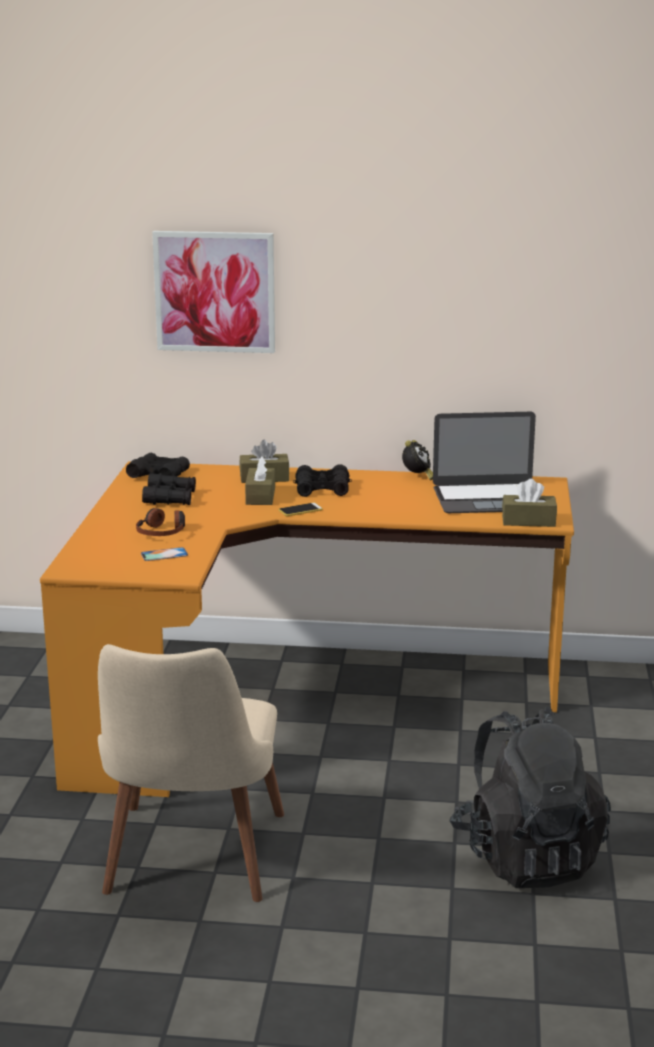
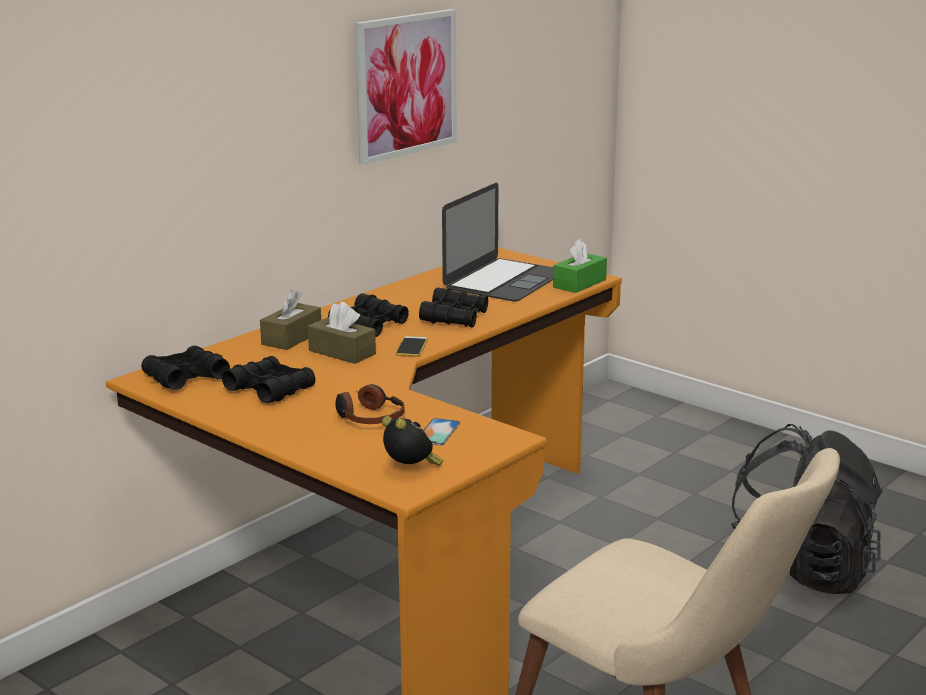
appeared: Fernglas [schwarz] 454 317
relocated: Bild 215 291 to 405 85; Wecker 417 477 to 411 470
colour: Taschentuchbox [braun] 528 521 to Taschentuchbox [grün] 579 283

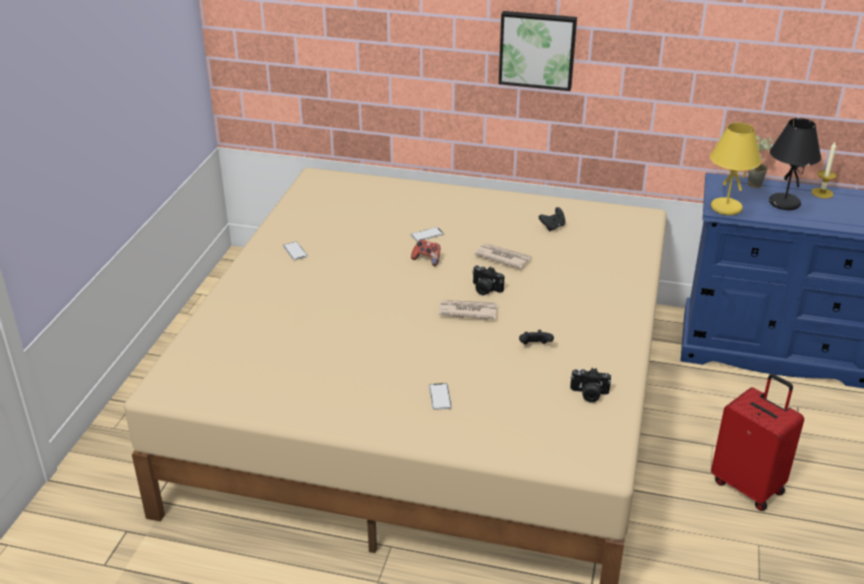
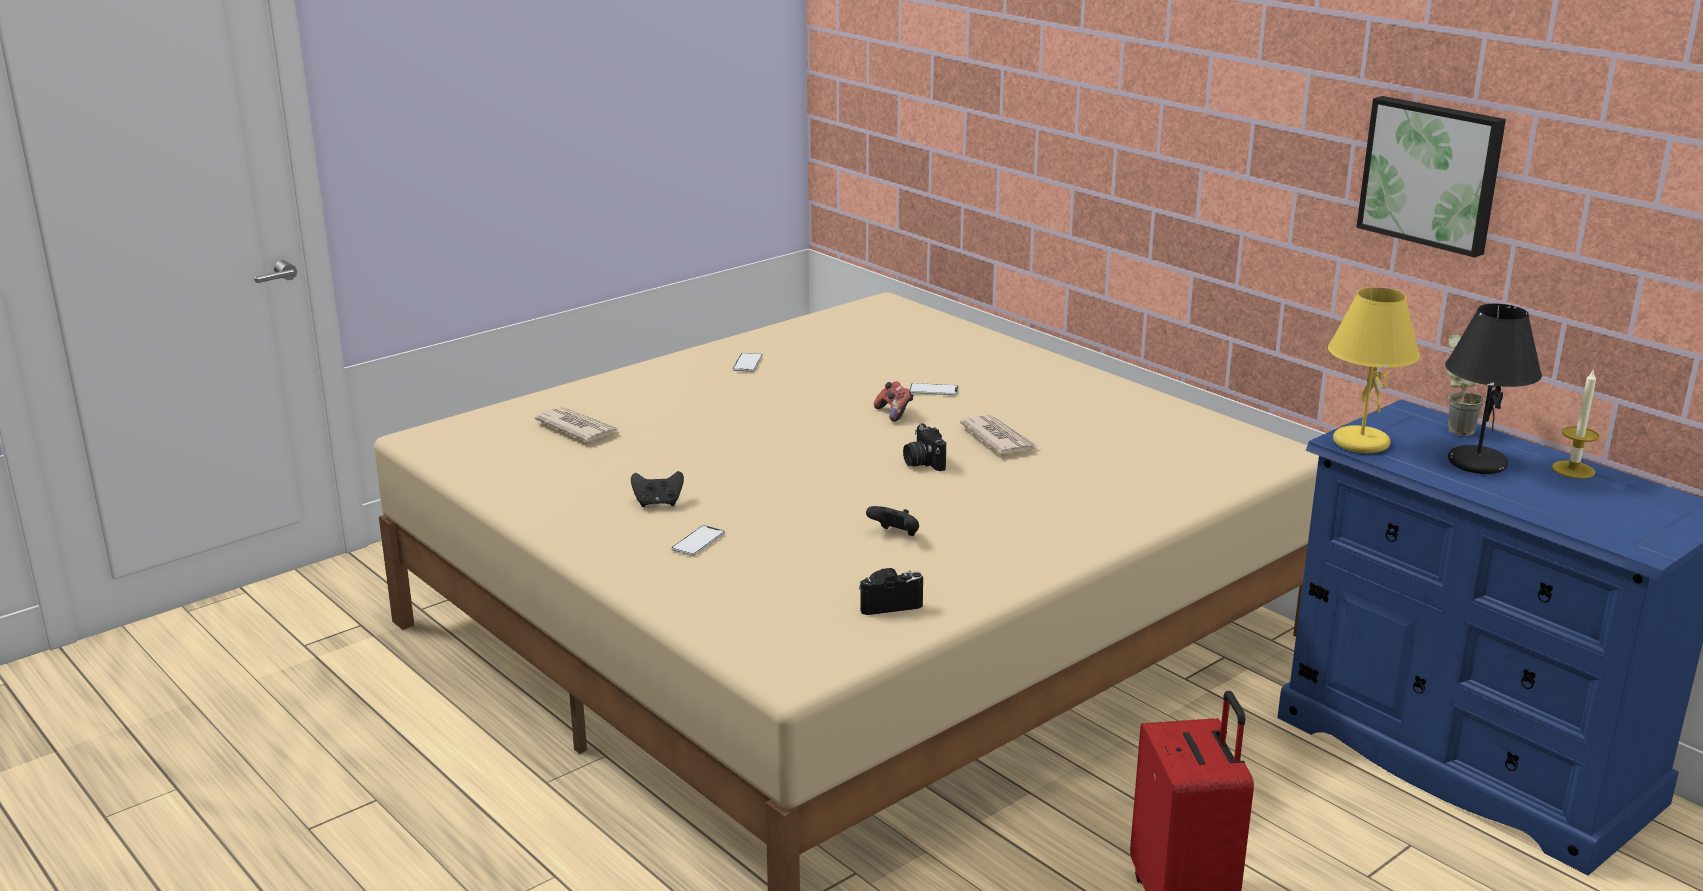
relocated: Zeitung 467 311 to 577 428; Bild 537 49 to 1432 174; Gamepad [schwarz] 553 227 to 658 503
spun: Kamera 589 394 = 888 603 120 degrees clockwise

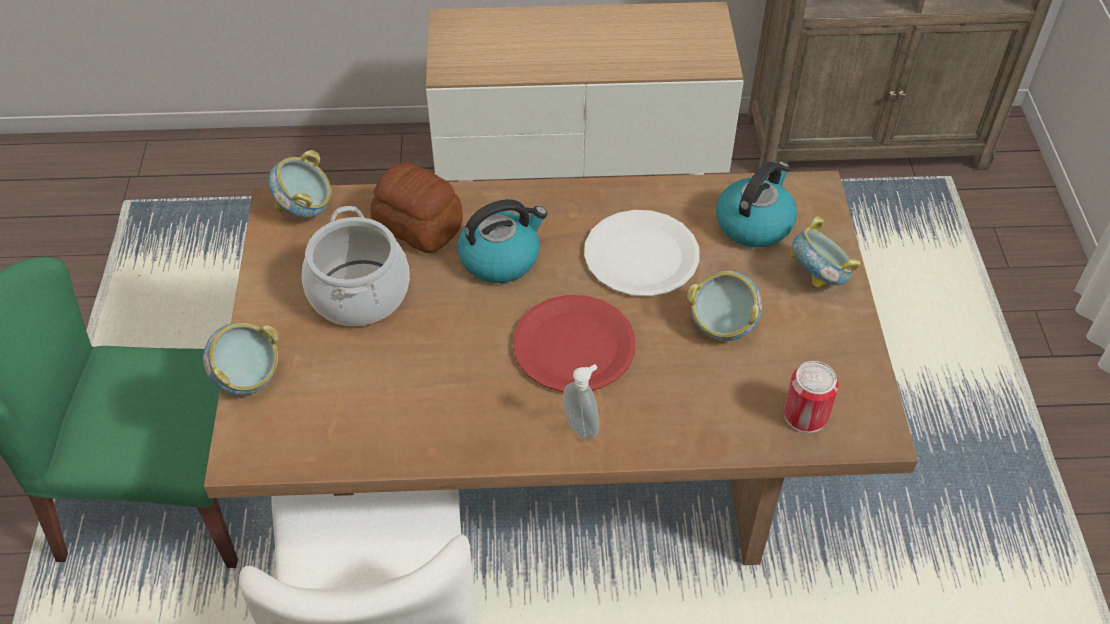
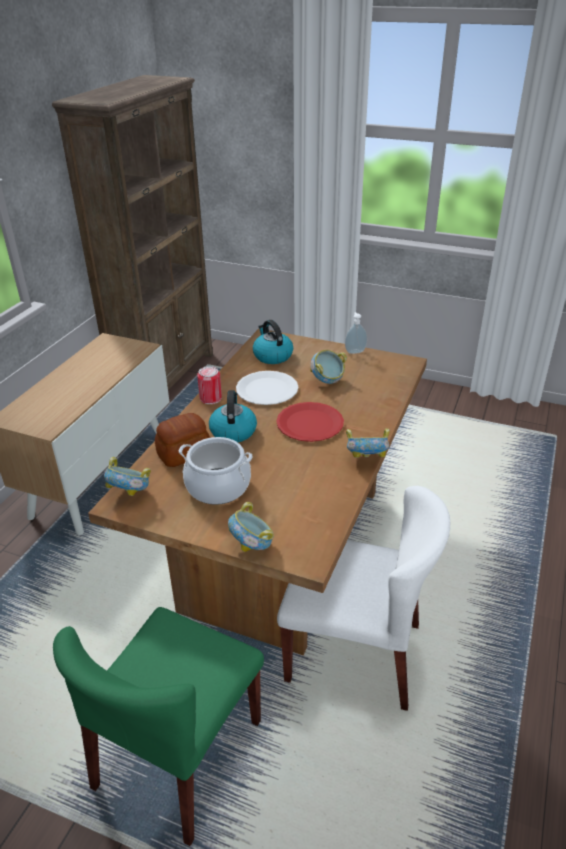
relocated: Seifenspender 582 426 to 355 351; Dose 805 415 to 210 398; Schüssel 818 278 to 367 459

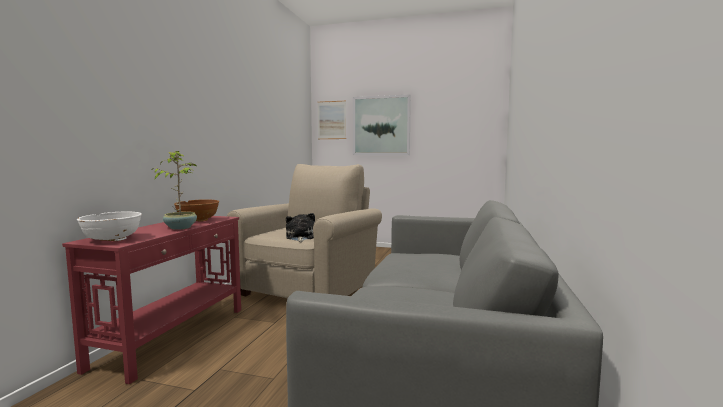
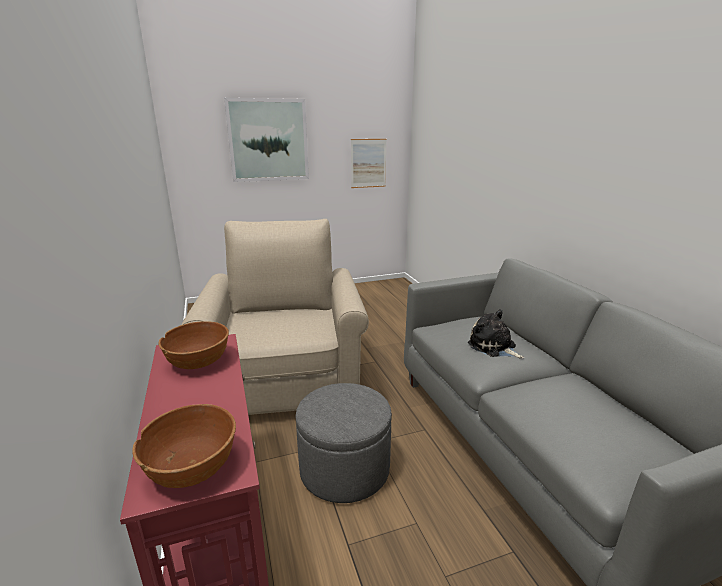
missing: Topfpflanze 180 227
appeared: Polsterhocker [grau] 344 468
relocated: Plüschtier 300 237 to 493 347; Bild 331 120 to 368 163
colour: Schüssel [weiß] 112 239 to Schüssel [braun] 192 468

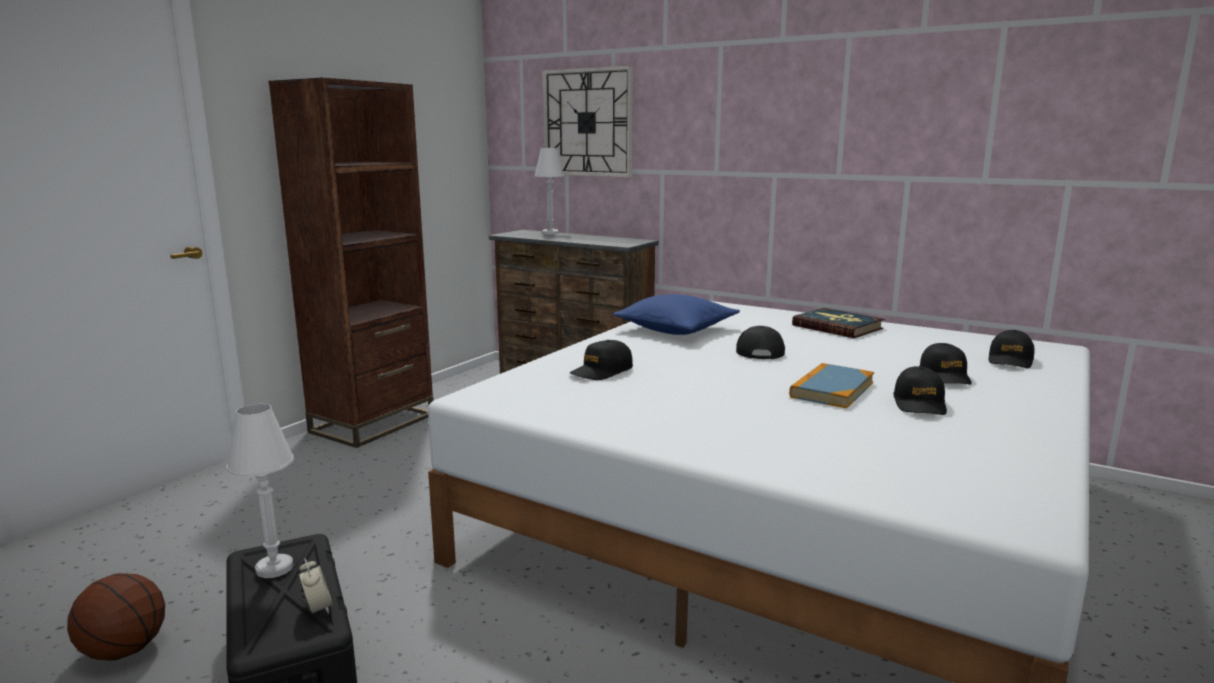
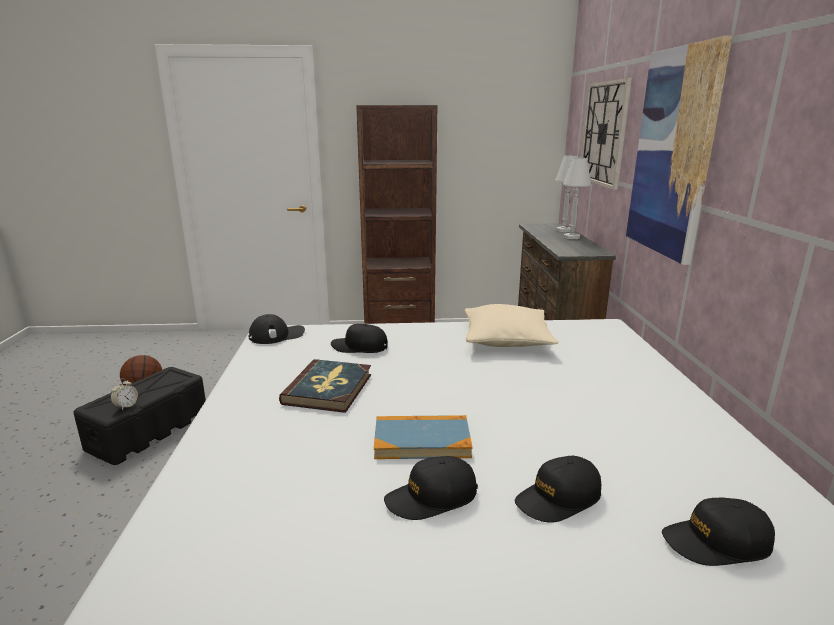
appeared: Bild 673 153
relocated: Tischlampe [weiß] 274 568 to 571 237; Kappe [schwarz] 759 350 to 277 335; Buch 837 327 to 329 389
colour: Kissen [blau] 676 329 to Kissen [beige] 506 339

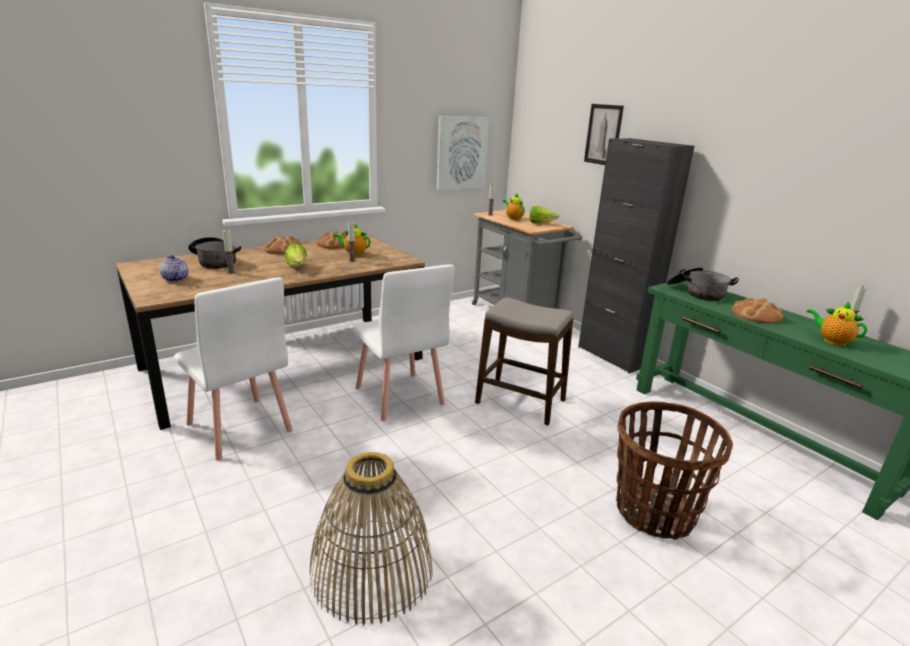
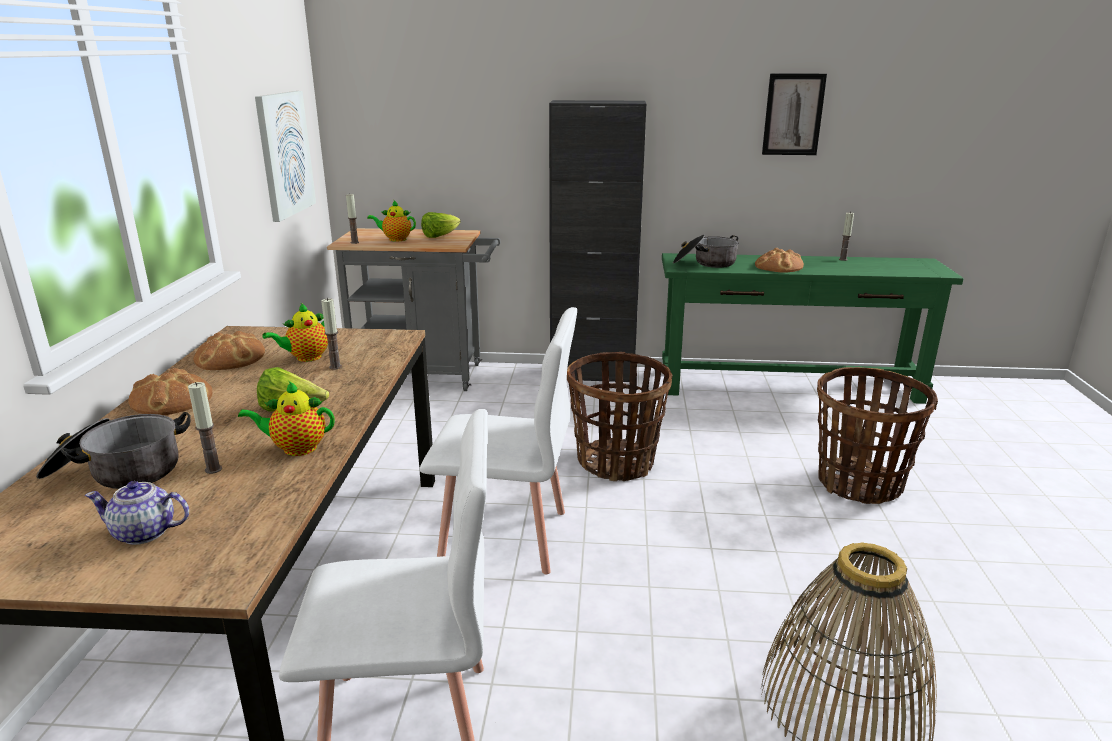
relocated: Bild 603 134 to 793 114; Teekanne 832 341 to 296 448
exchanged: Hocker 520 402 to Korb 616 462

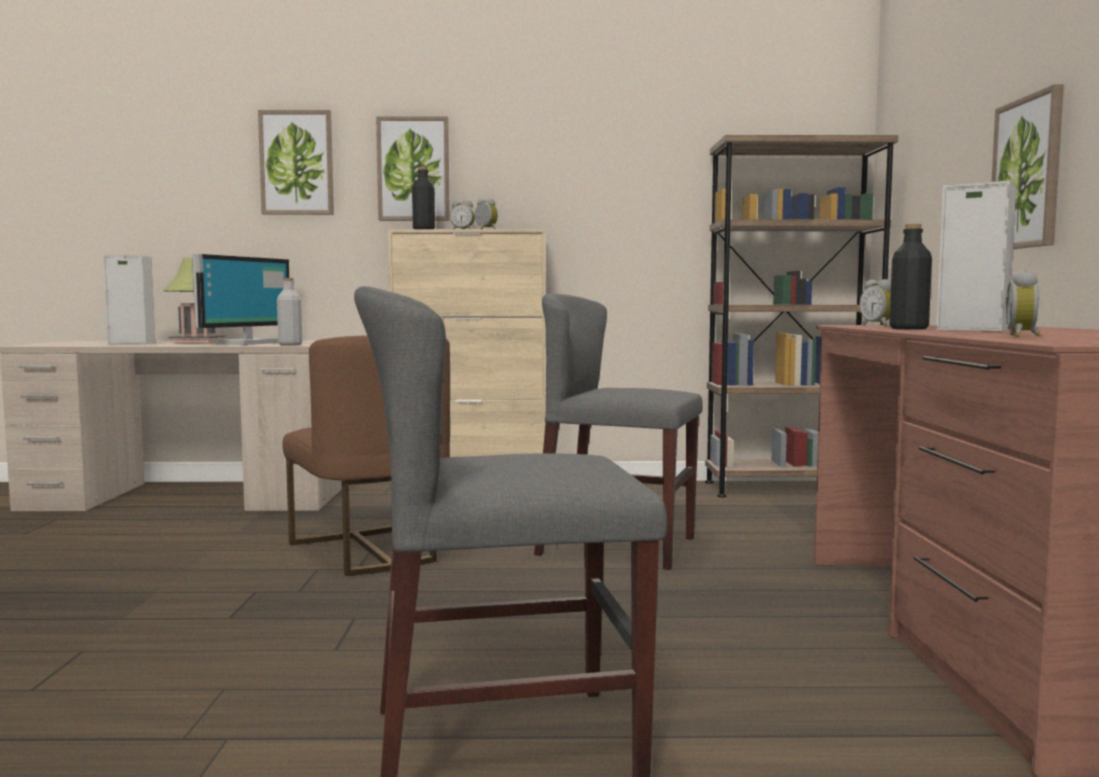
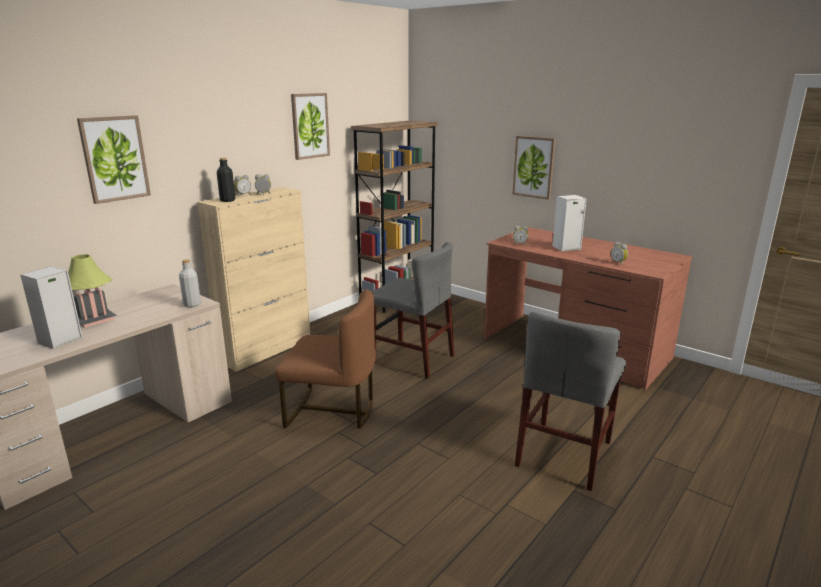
missing: Monitor 246 343; Flasche [schwarz] 908 329
relocated: Bild 413 169 to 310 126
spun: Stuhl [grau] 617 546 = 413 359 120 degrees counterclockwise

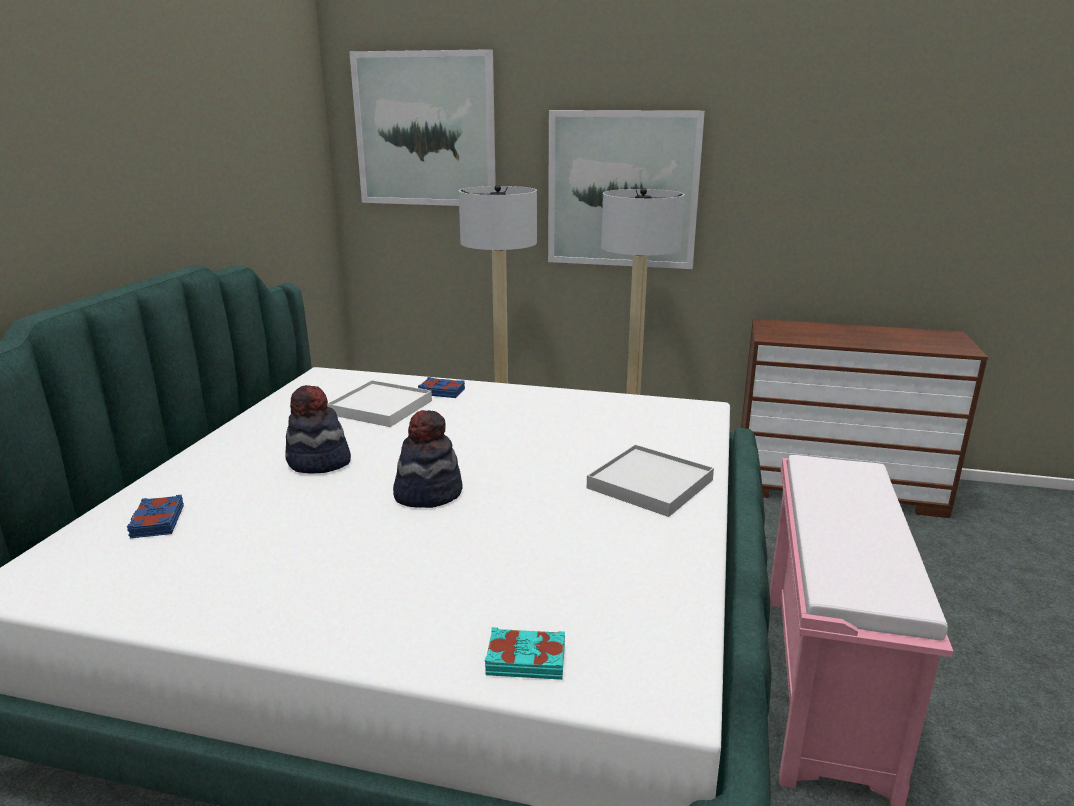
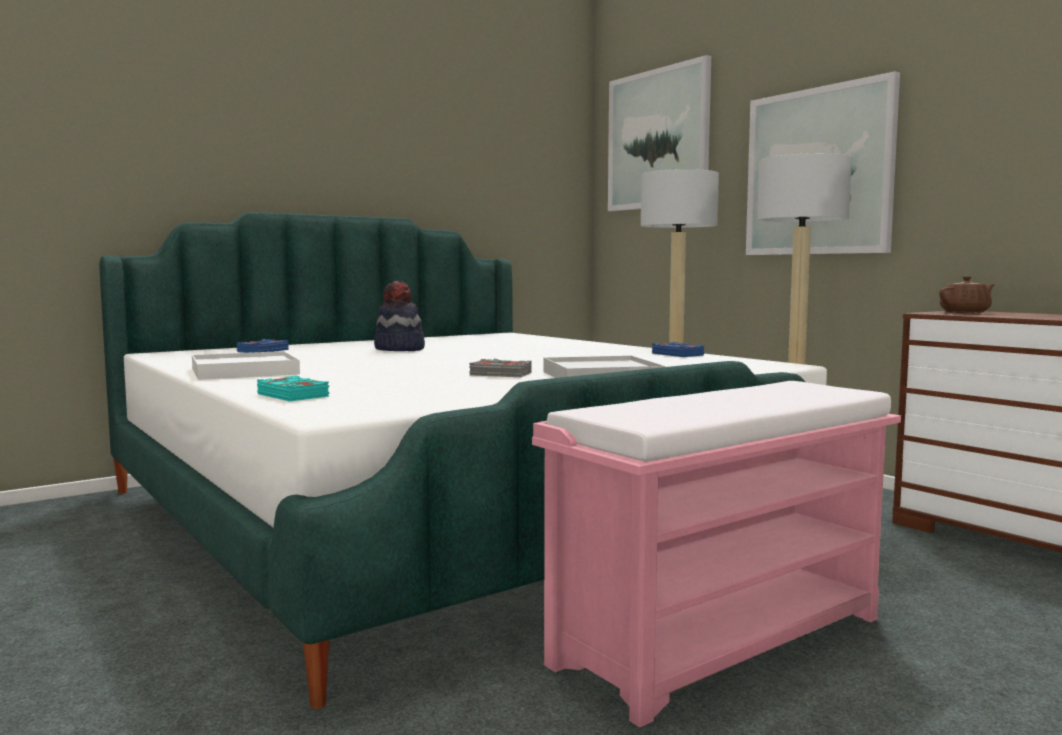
missing: Hut 428 493
appeared: Buch [grau] 500 374; Teekanne [braun] 965 312
relocated: Tablett [weiß] 381 407 to 245 371; Buch [blau] 442 391 to 678 354

